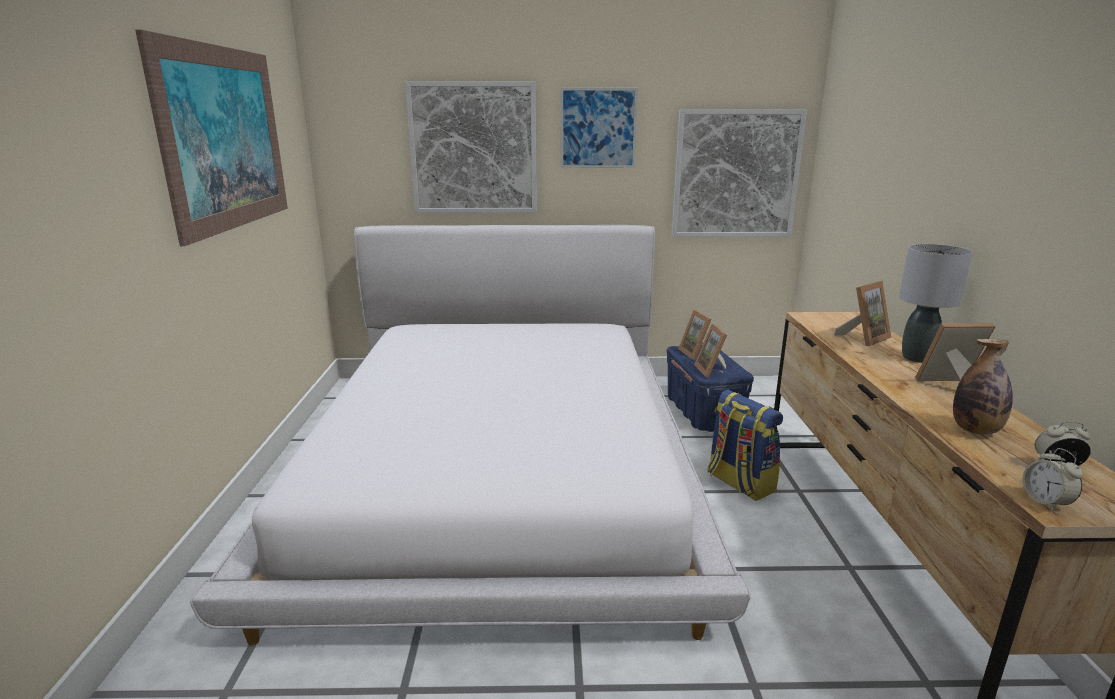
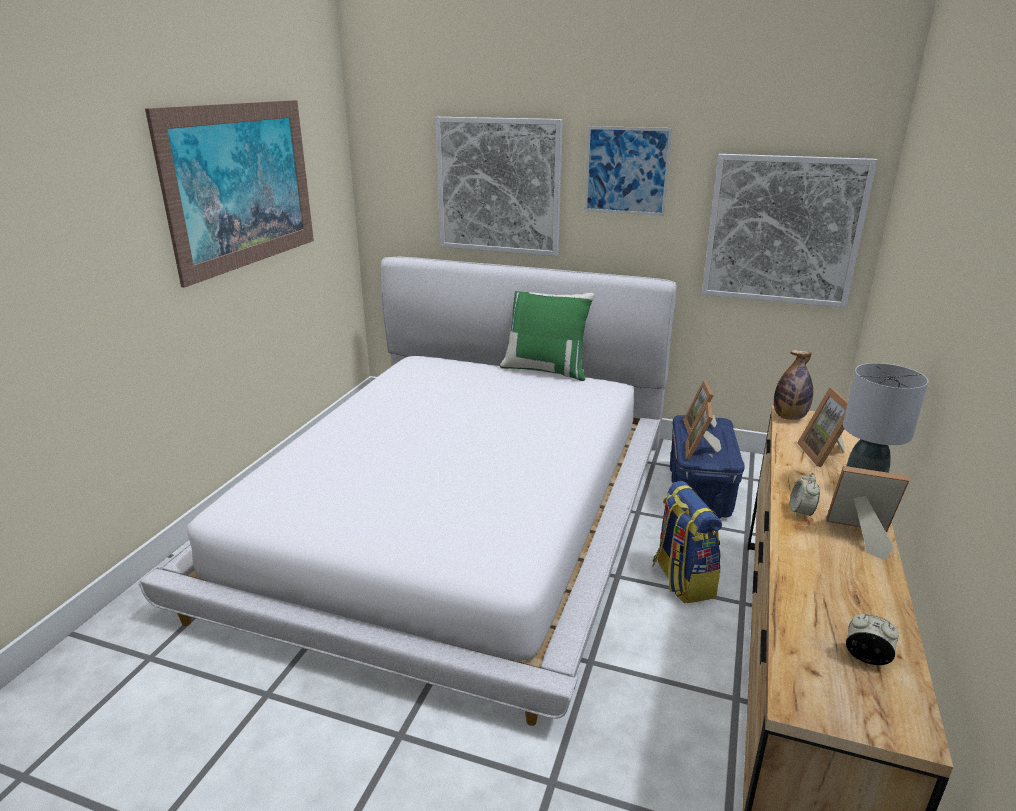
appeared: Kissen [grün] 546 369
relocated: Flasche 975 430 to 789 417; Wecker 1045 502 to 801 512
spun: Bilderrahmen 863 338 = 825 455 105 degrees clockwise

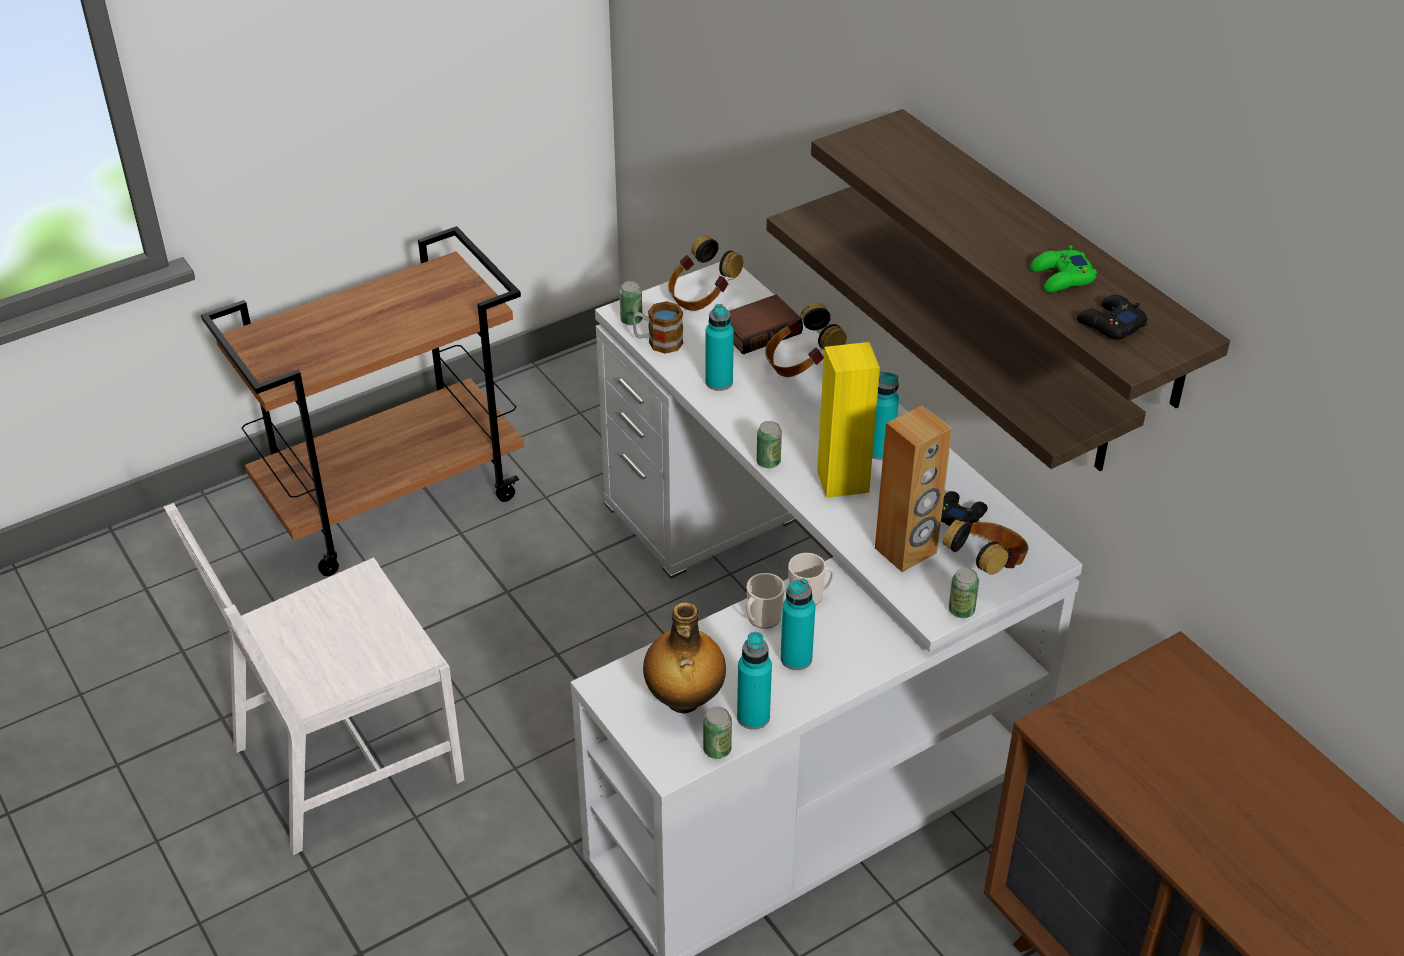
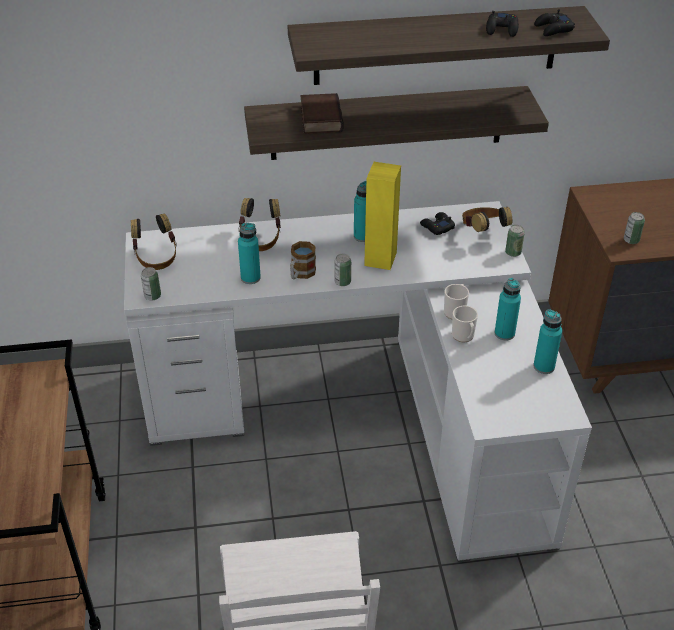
missing: Flasche 683 700; Lautsprecher [braun] 906 551
relocated: Henkelbecher 658 342 to 301 274; Dose 717 750 to 631 240; Buch 759 329 to 319 119
colour: Gamepad [grün] 1061 278 to Gamepad [schwarz] 502 29

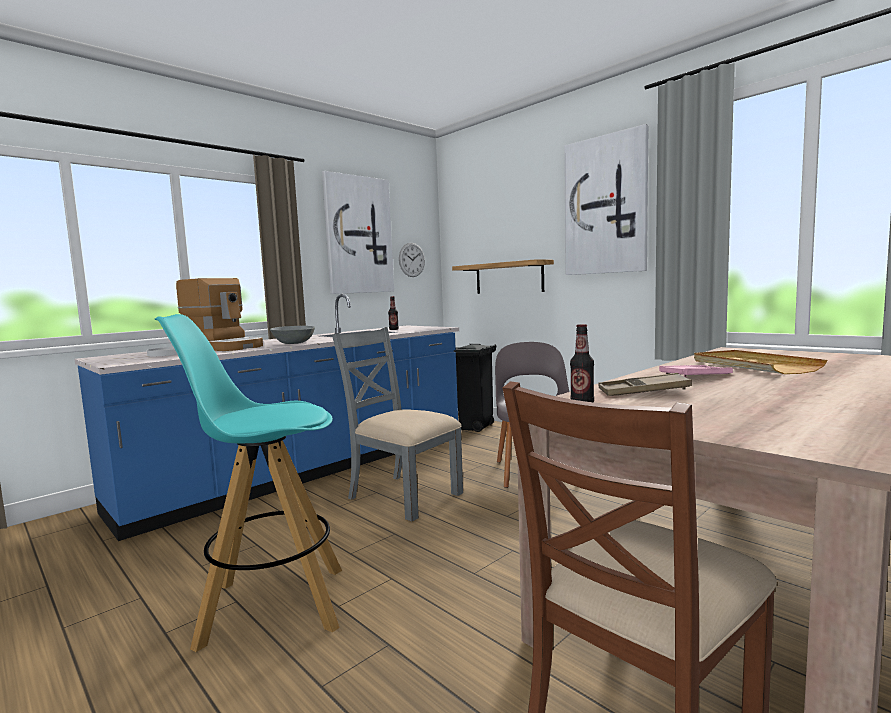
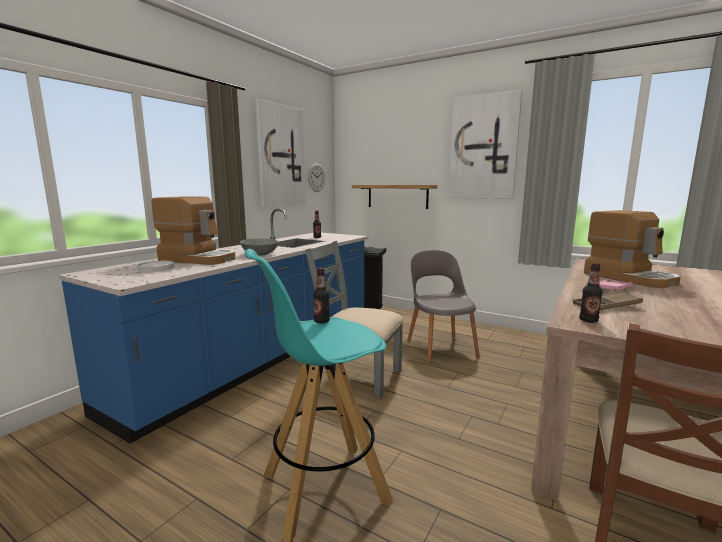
appeared: Flasche 321 321
exchanged: Tablett [beige] 752 365 to Kaffeemaschine 629 278

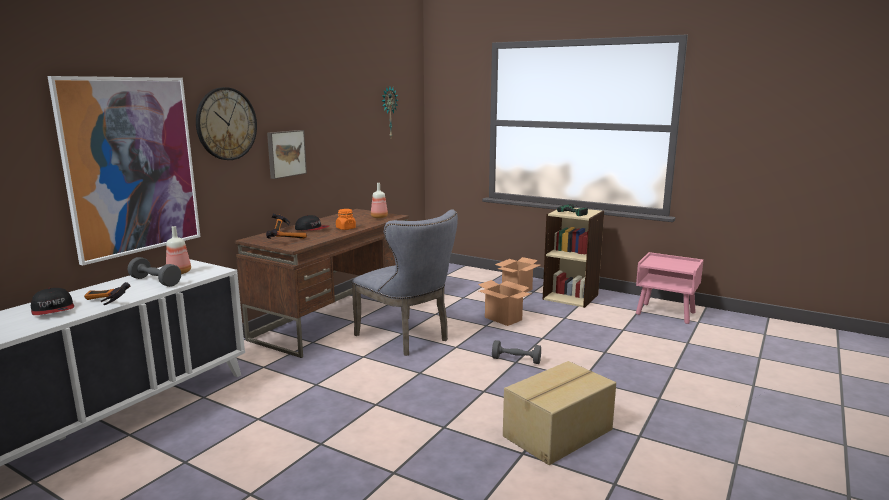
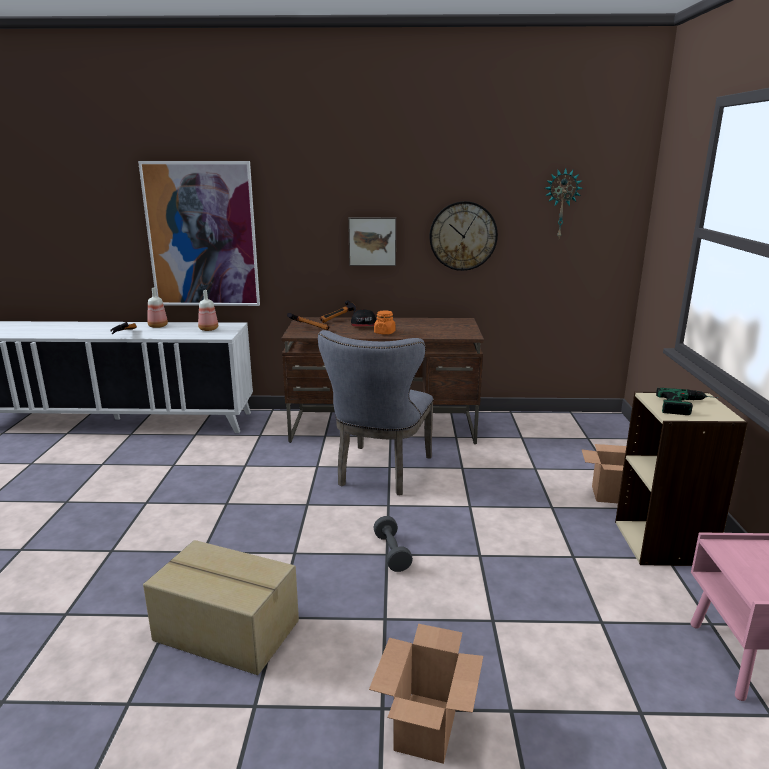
missing: Kappe 53 310; Hantel [grau] 155 281
relocated: Wanduhr 226 124 to 463 236; Flasche 379 217 to 157 326; Karton 503 319 to 426 728

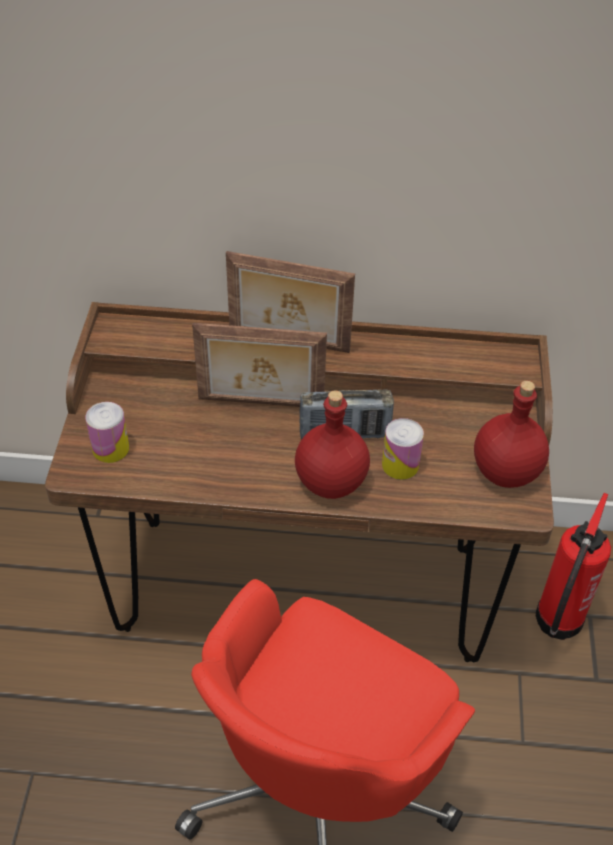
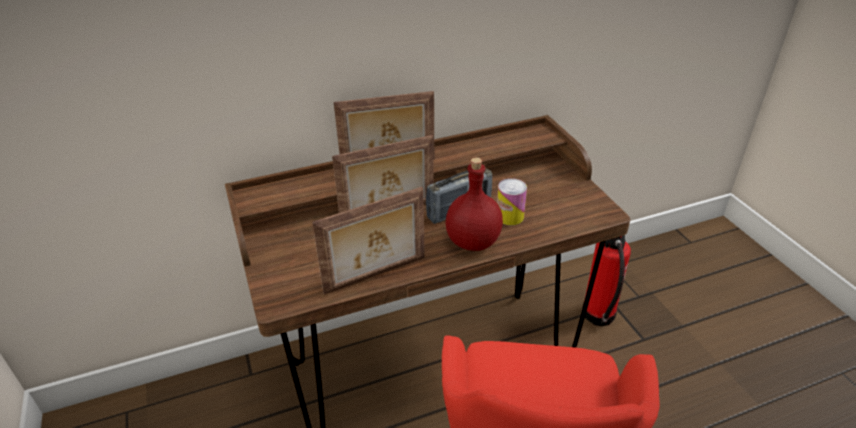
missing: Dose 110 448; Flasche [rot] 507 472
appeared: Bilderrahmen 376 276

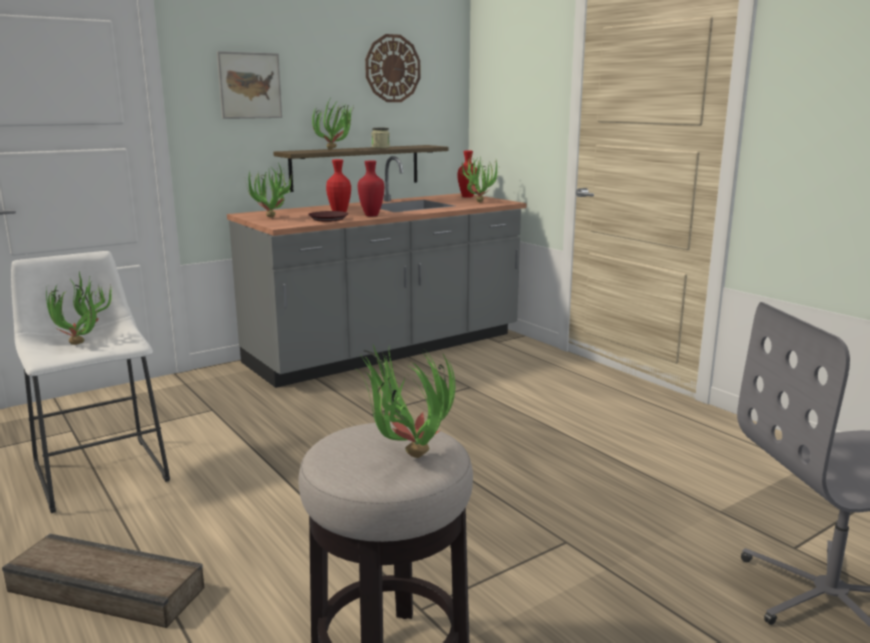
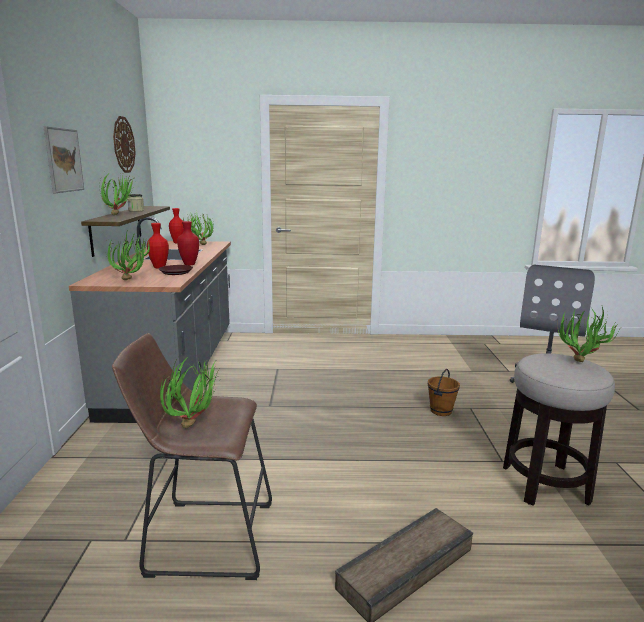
appeared: Eimer [braun] 441 411
colour: Hocker [weiß] 100 469 to Hocker [braun] 204 537

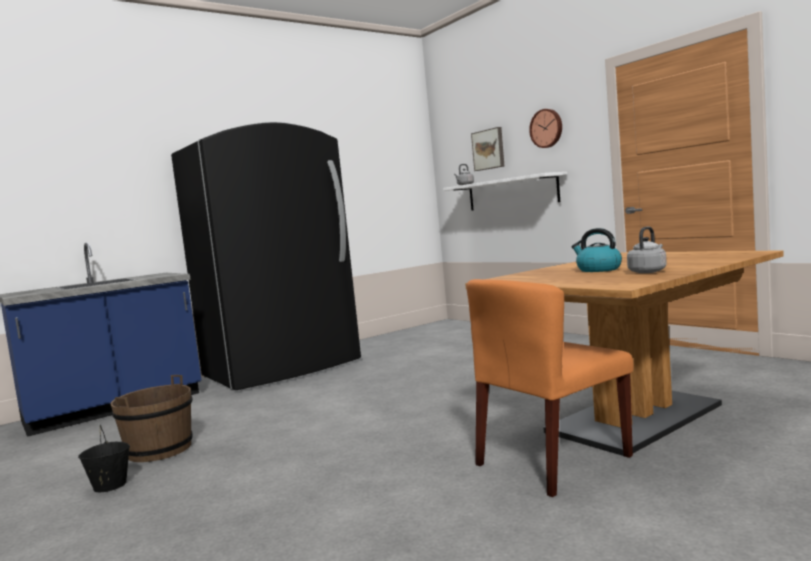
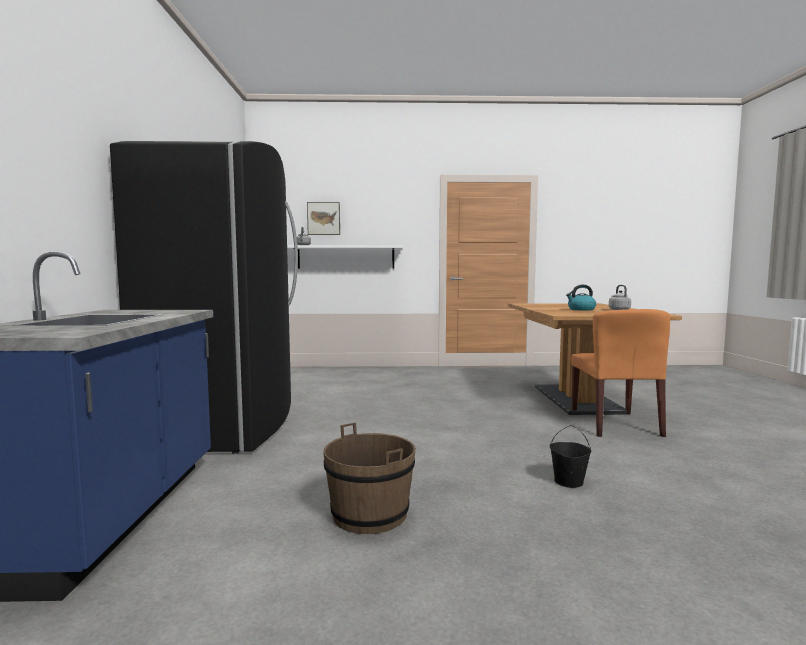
missing: Wanduhr 547 128
relocated: Eimer [schwarz] 109 486 to 568 482

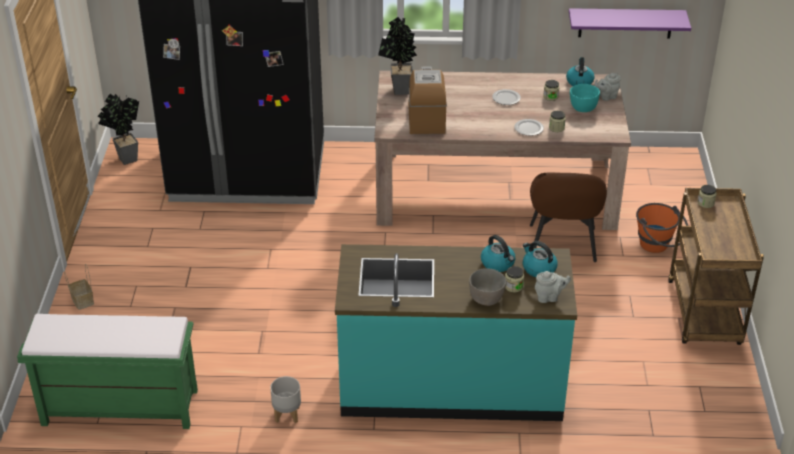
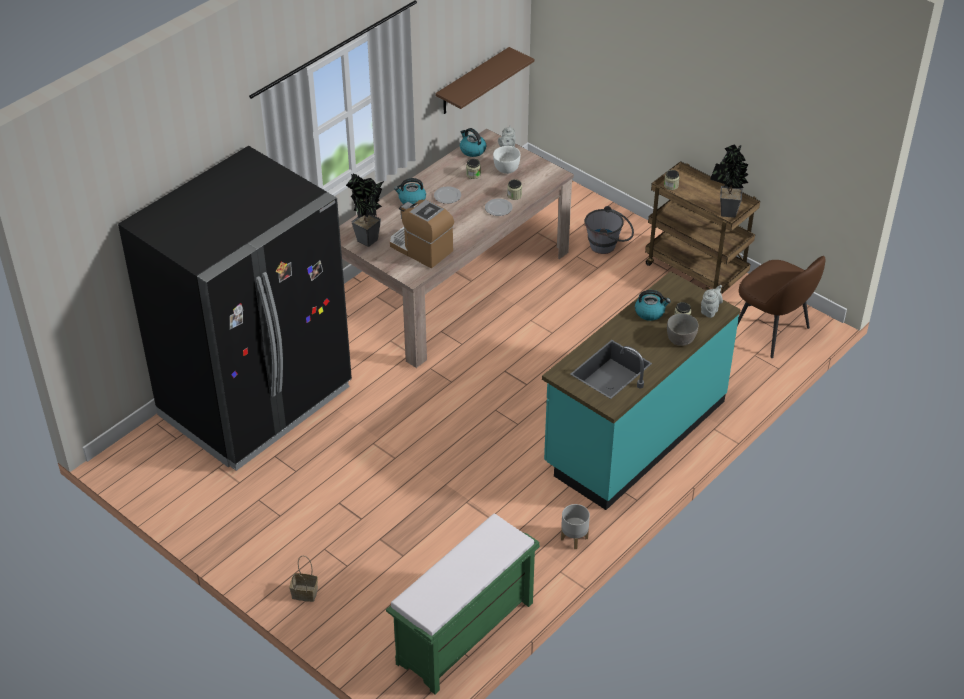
relocated: Topfpflanze 124 159 to 726 214; Wasserkessel 538 268 to 411 200; Stuhl [braun] 562 245 to 772 331
colour: Wandregal [lila] 625 23 to Wandregal [braun] 473 82; Schüssel [türkis] 582 108 to Schüssel [weiß] 506 169; Eimer [orange] 658 247 to Eimer [grau] 608 246

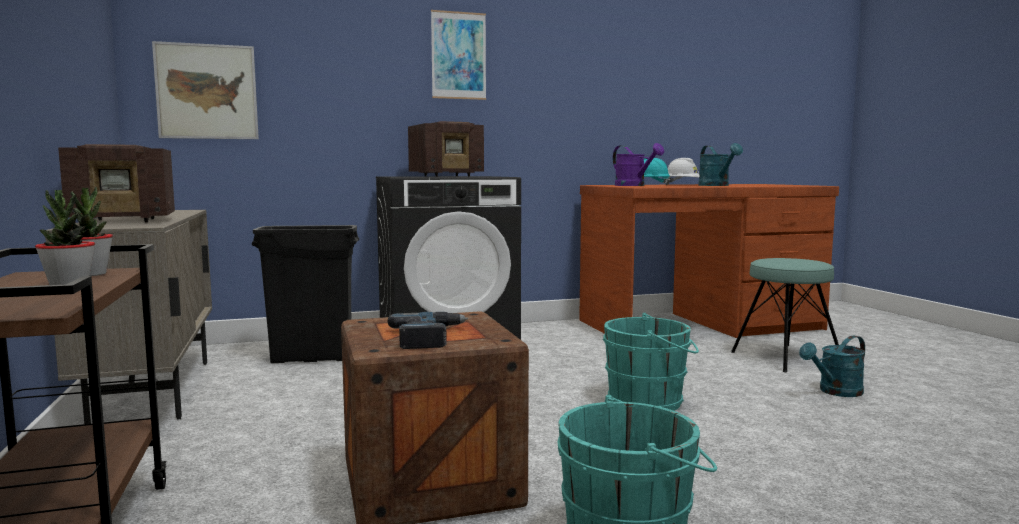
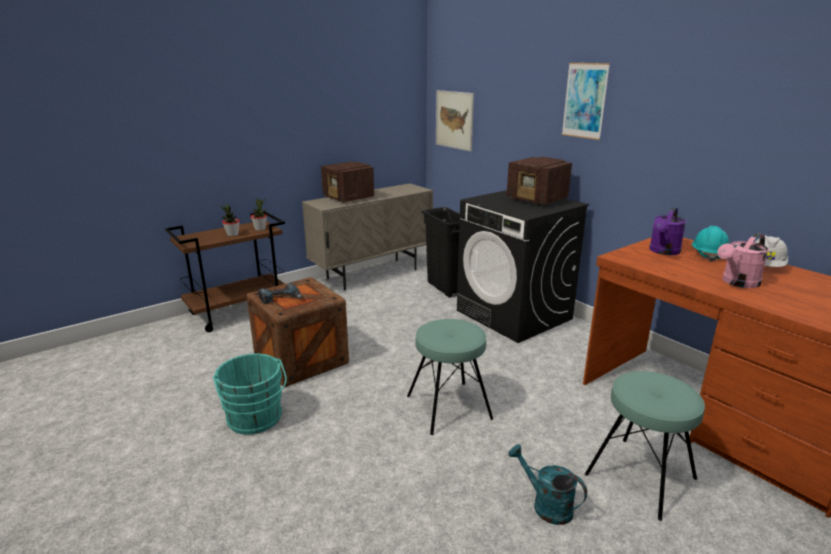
exchanged: Eimer [türkis] 650 402 to Hocker [türkis] 448 407
colour: Gießkanne [türkis] 717 185 to Gießkanne [rosa] 737 283

